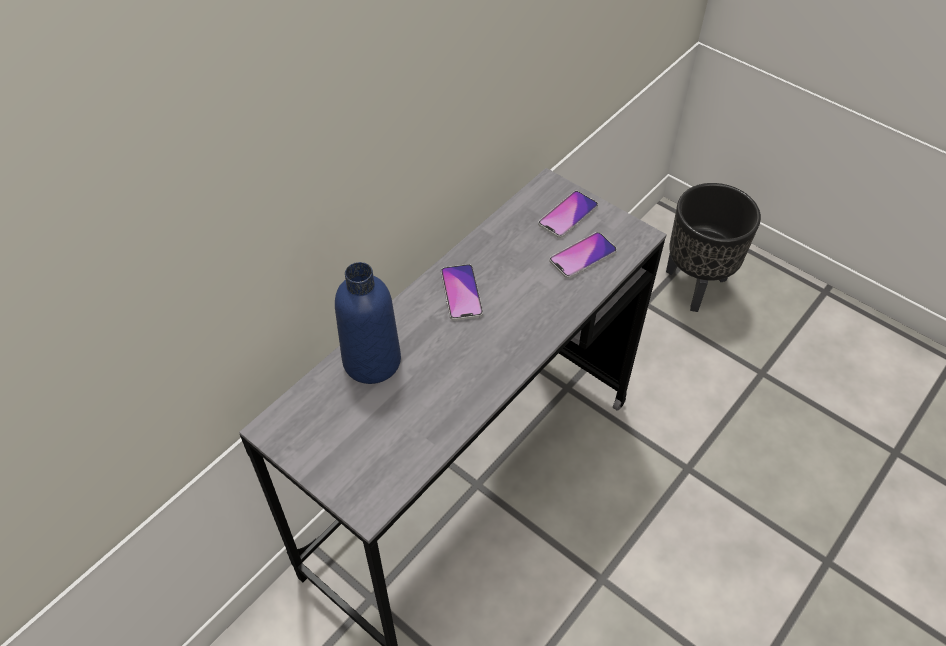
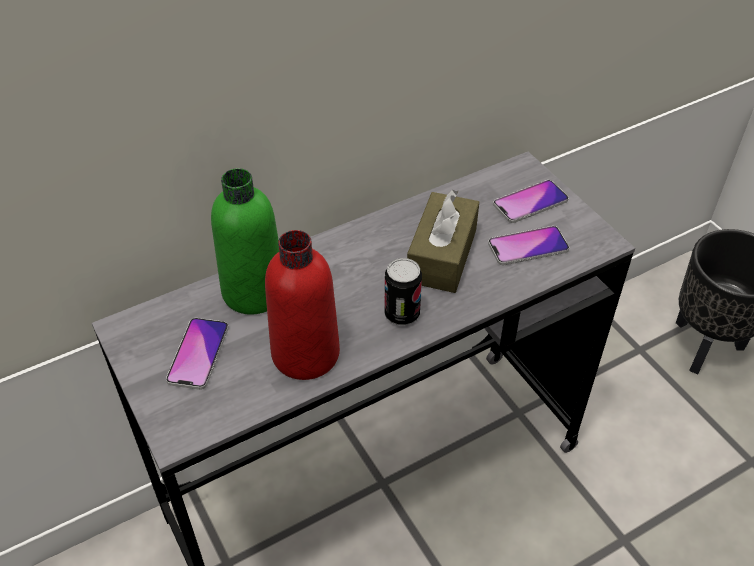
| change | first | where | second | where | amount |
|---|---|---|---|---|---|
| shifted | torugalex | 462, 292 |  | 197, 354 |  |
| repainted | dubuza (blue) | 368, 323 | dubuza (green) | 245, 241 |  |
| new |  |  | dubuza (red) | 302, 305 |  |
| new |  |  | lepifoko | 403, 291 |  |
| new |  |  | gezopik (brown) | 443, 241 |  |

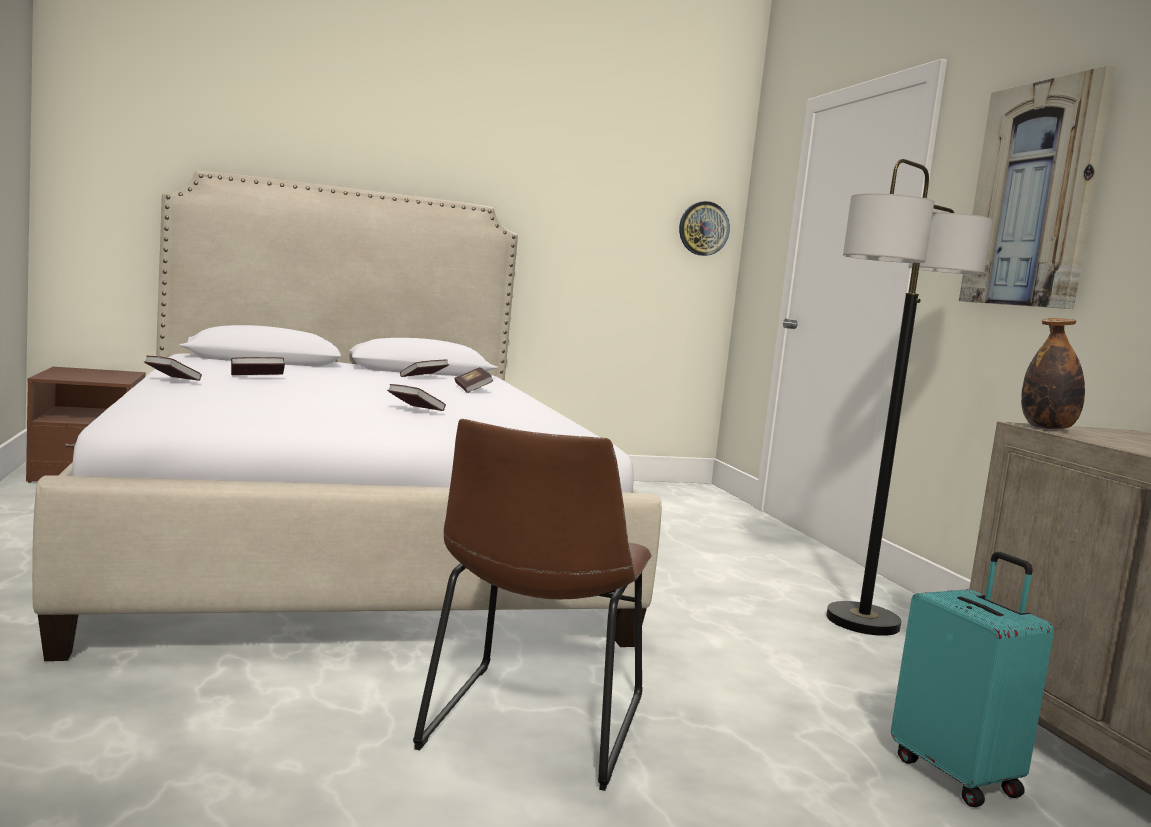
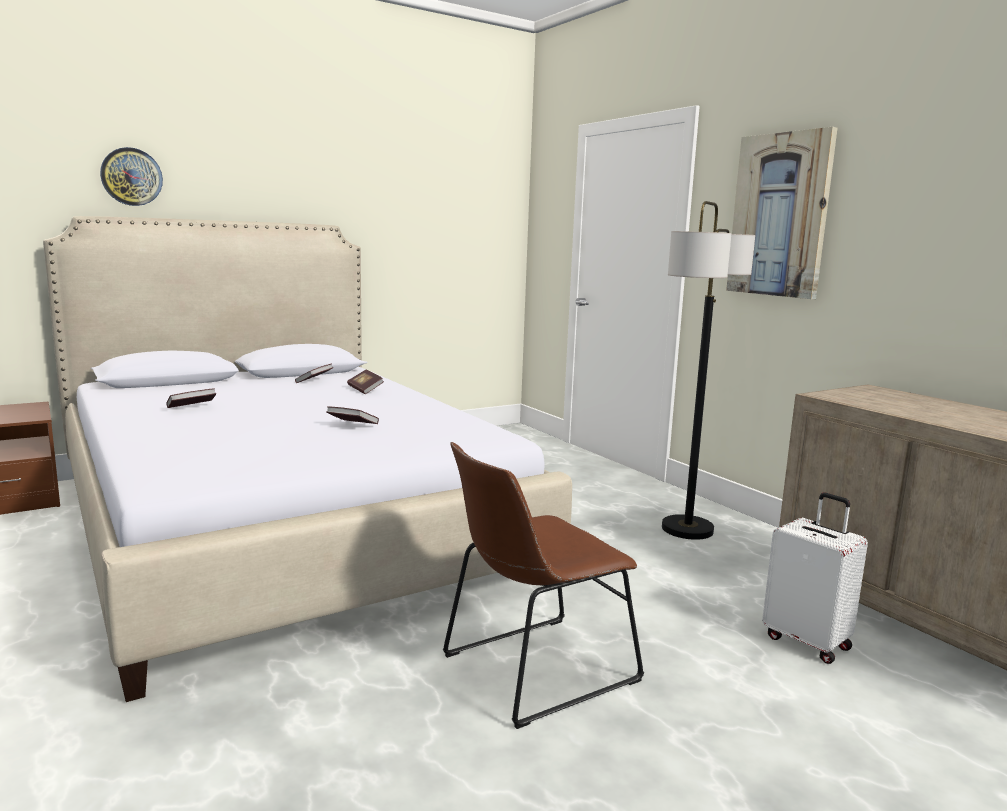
| change | first | where | second | where | amount |
|---|---|---|---|---|---|
| shifted | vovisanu | 704, 228 |  | 131, 176 |  |
| rotated | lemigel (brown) | 532, 605 |  | 543, 585 | 60 degrees clockwise |
| repainted | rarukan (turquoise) | 972, 679 | rarukan (white) | 815, 578 |  |
| gone | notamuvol | 173, 368 |  |  |  |
| gone | dubuza | 1053, 374 |  |  |  |

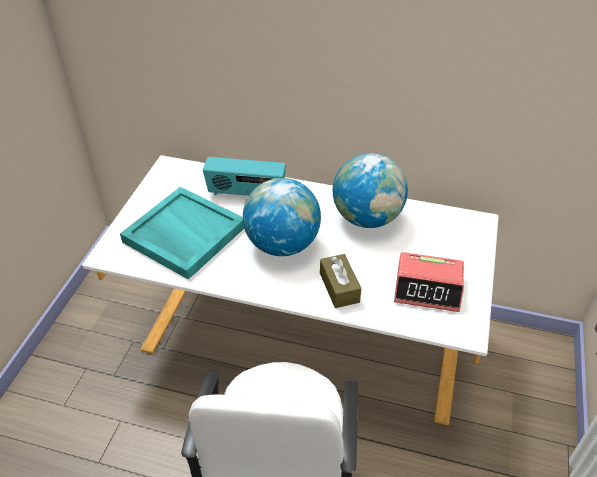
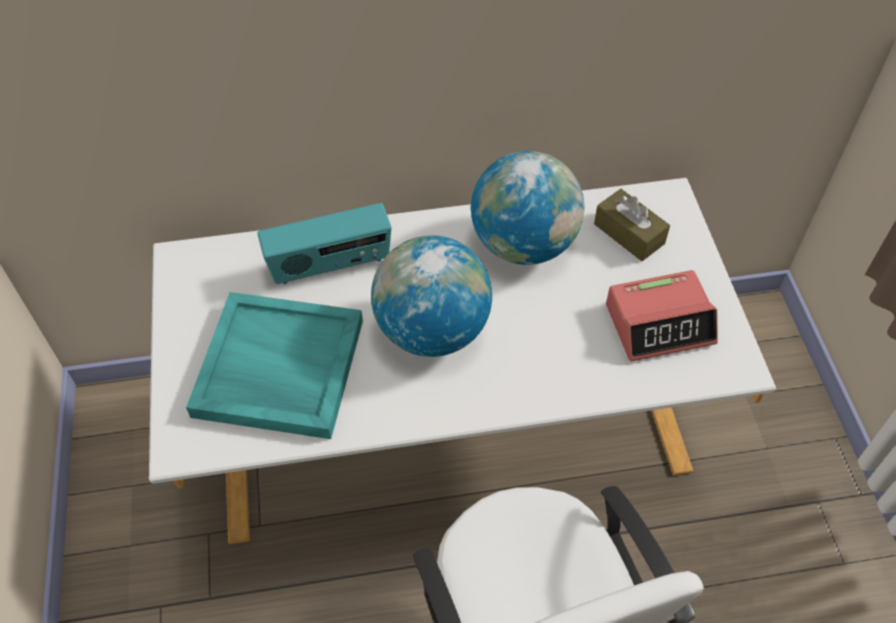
| change | first | where | second | where | amount |
|---|---|---|---|---|---|
| shifted | gezopik (brown) | 340, 281 |  | 632, 225 |  |

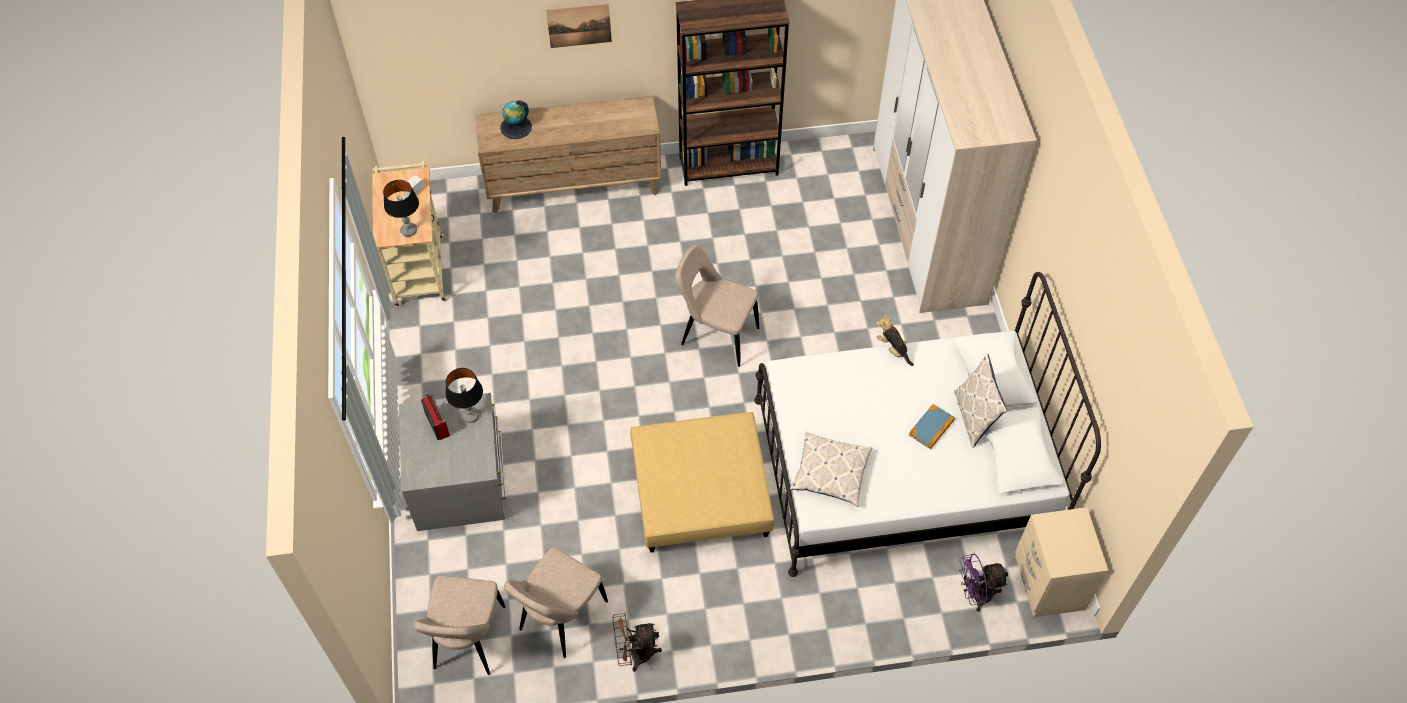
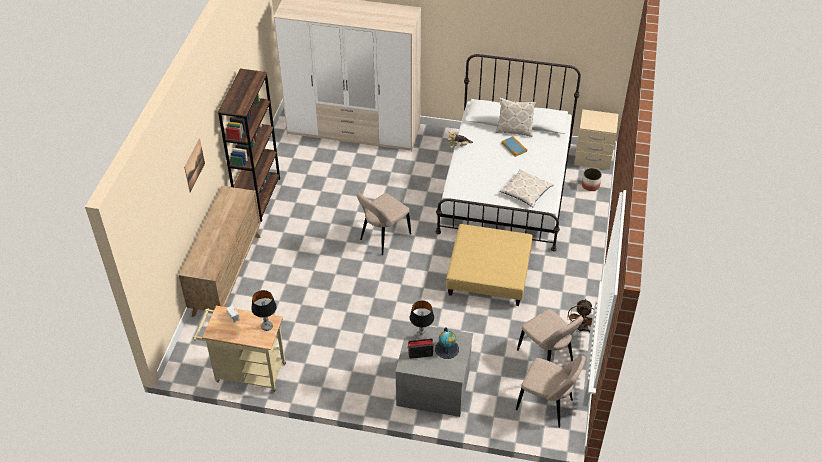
| change | first | where | second | where | amount |
|---|---|---|---|---|---|
| shifted | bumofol | 516, 119 |  | 447, 343 |  |
| swapped | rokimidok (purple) | 983, 583 | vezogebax | 592, 179 |  |

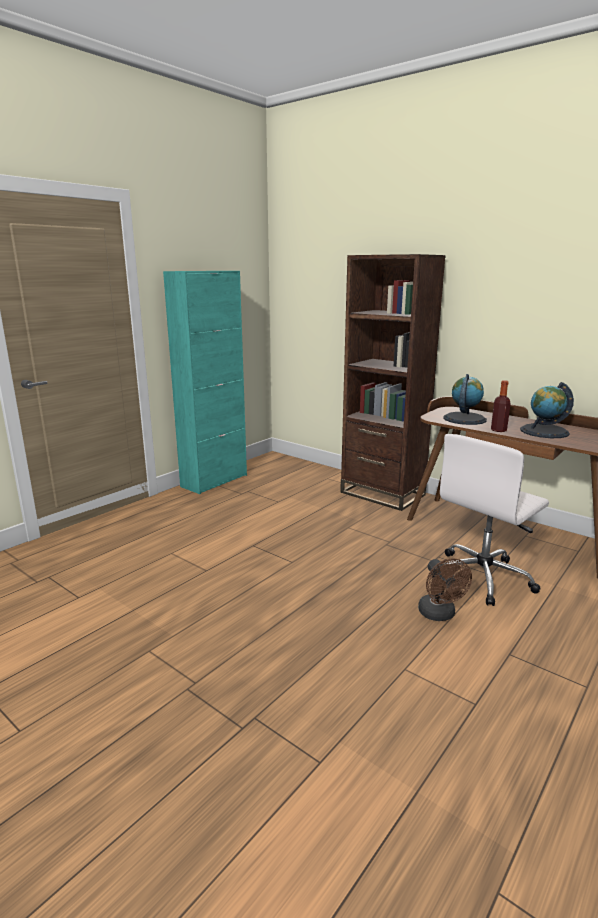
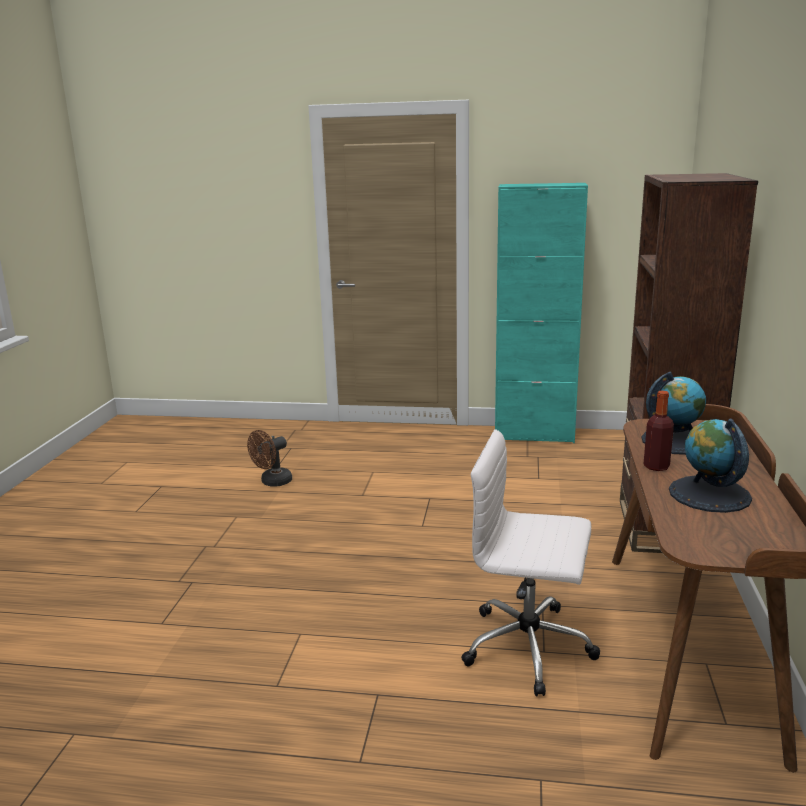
| change | first | where | second | where | amount |
|---|---|---|---|---|---|
| shifted | rokimidok (brown) | 445, 590 |  | 269, 458 |  |

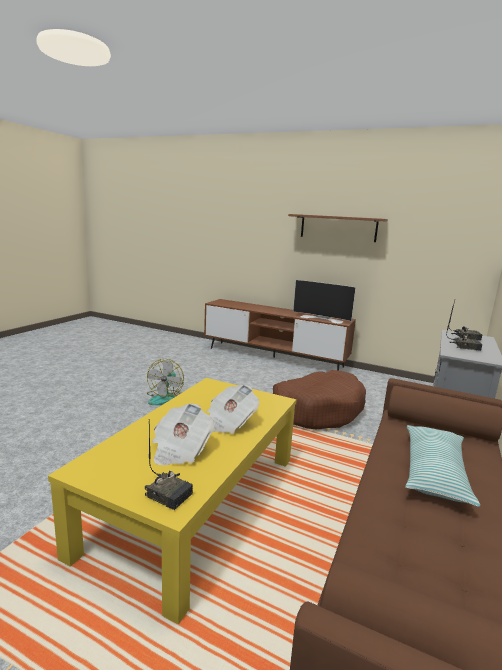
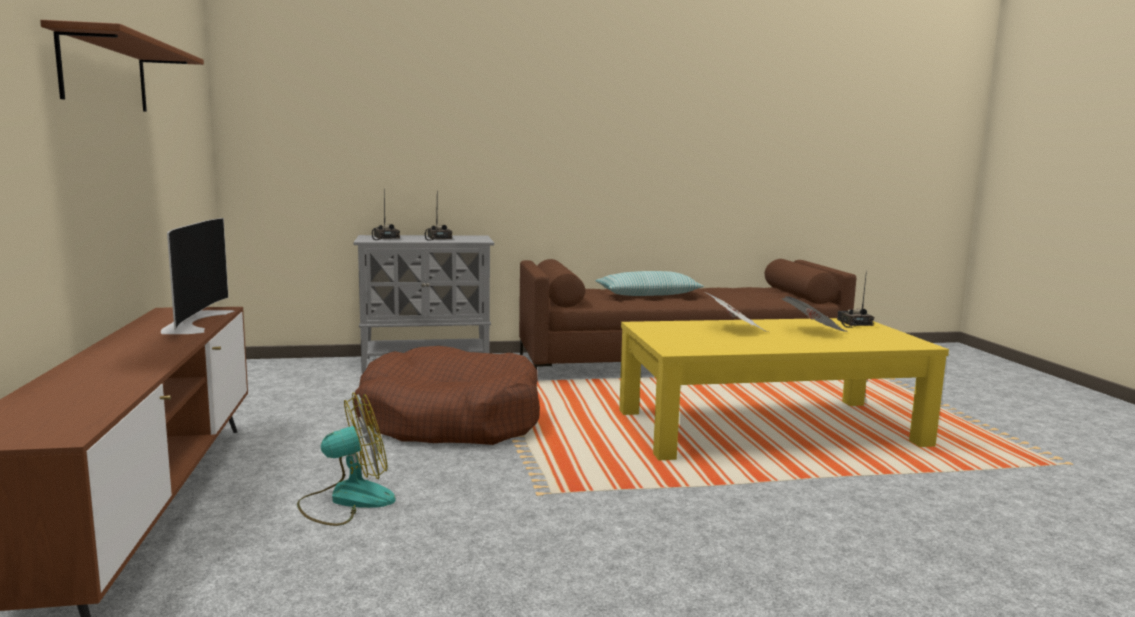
| change | first | where | second | where | amount |
|---|---|---|---|---|---|
| shifted | rokimidok | 165, 382 |  | 346, 459 |  |

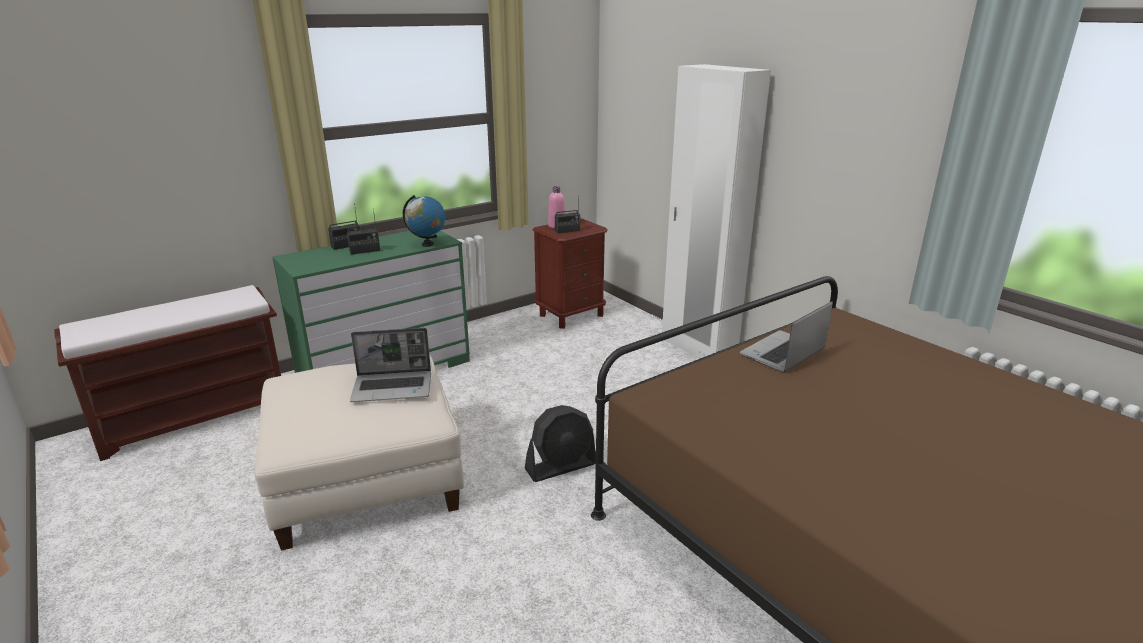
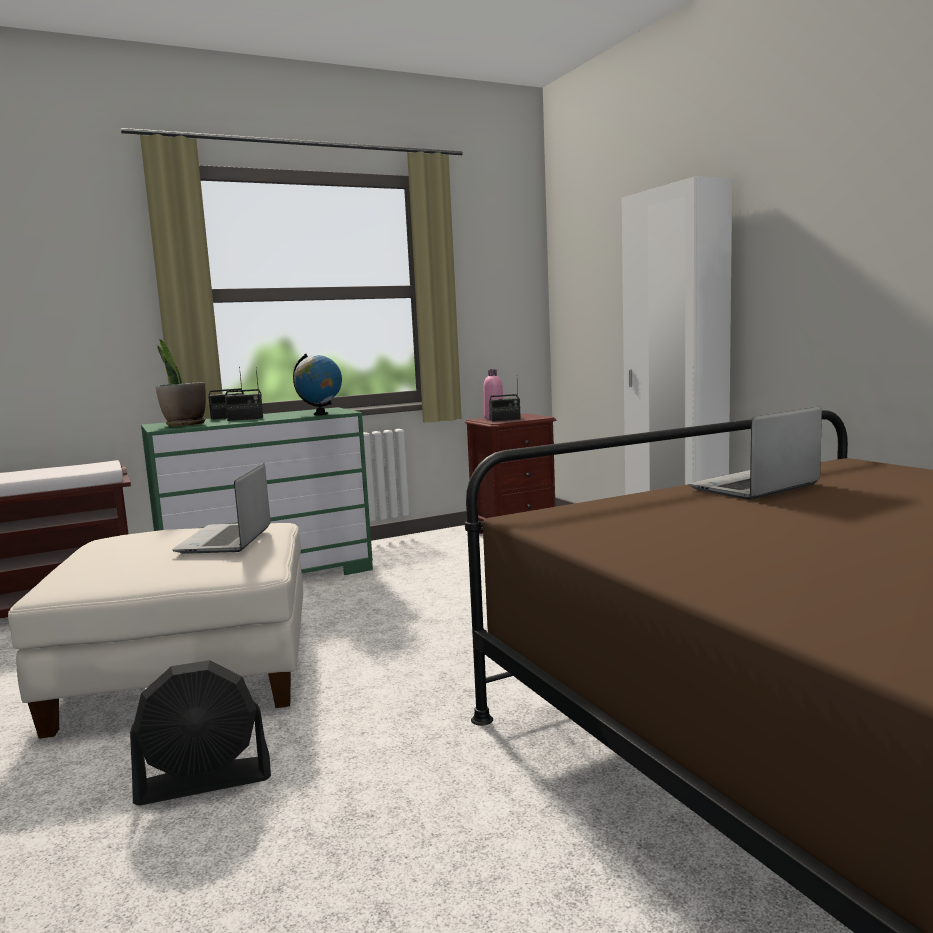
| change | first | where | second | where | amount |
|---|---|---|---|---|---|
| shifted | rokimidok (black) | 560, 443 |  | 200, 732 |  |
| new |  |  | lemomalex | 180, 382 |  |
| rotated | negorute | 390, 365 |  | 221, 508 | 90 degrees clockwise |

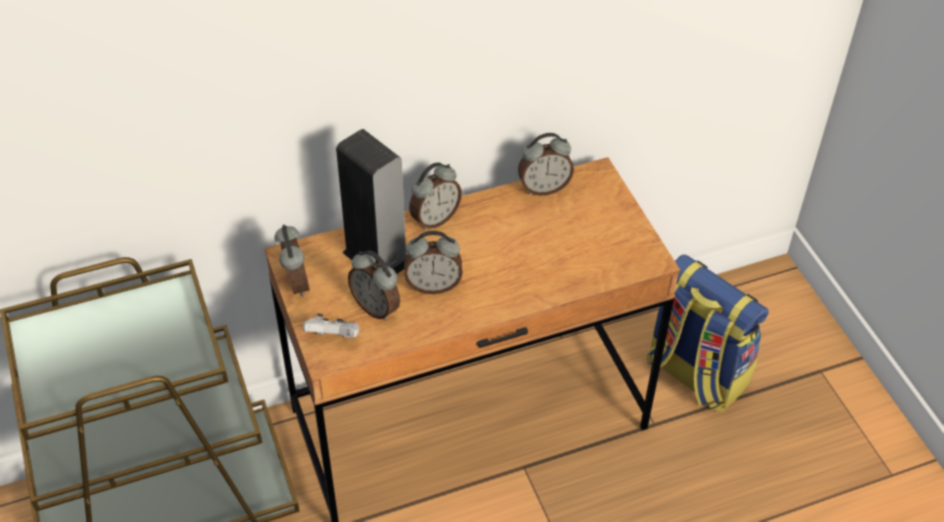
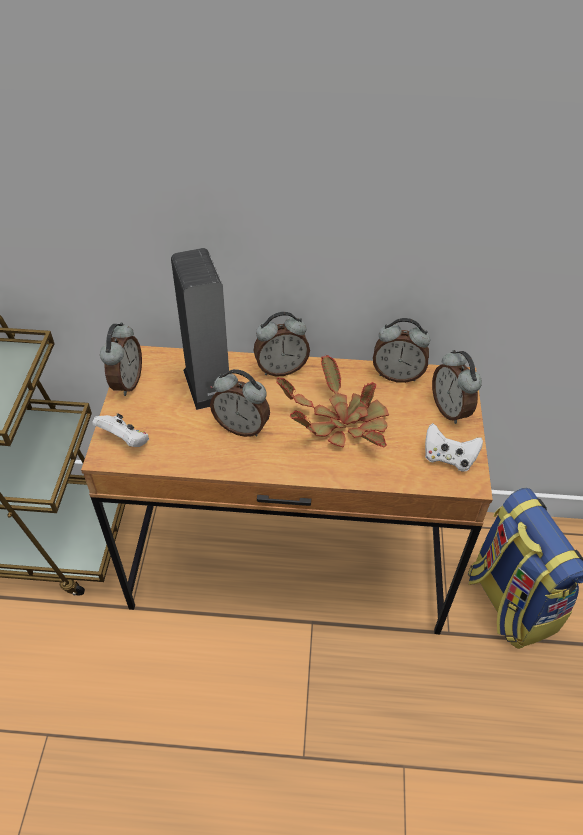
| change | first | where | second | where | amount |
|---|---|---|---|---|---|
| new |  |  | lemomalex | 332, 400 |  |
| new |  |  | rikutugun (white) | 454, 447 |  |
| shifted | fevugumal | 374, 286 |  | 457, 387 |  |

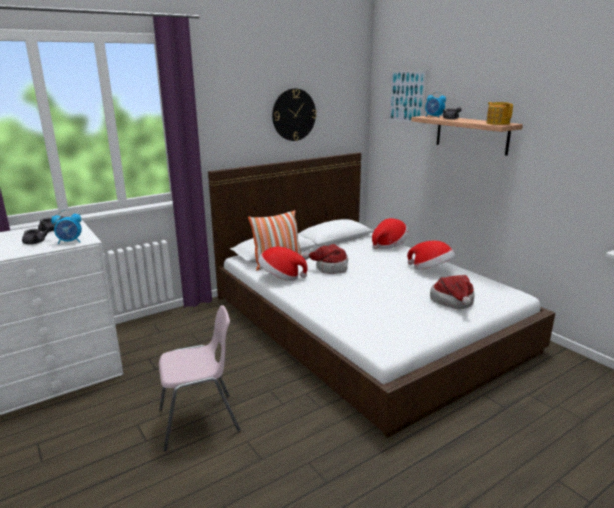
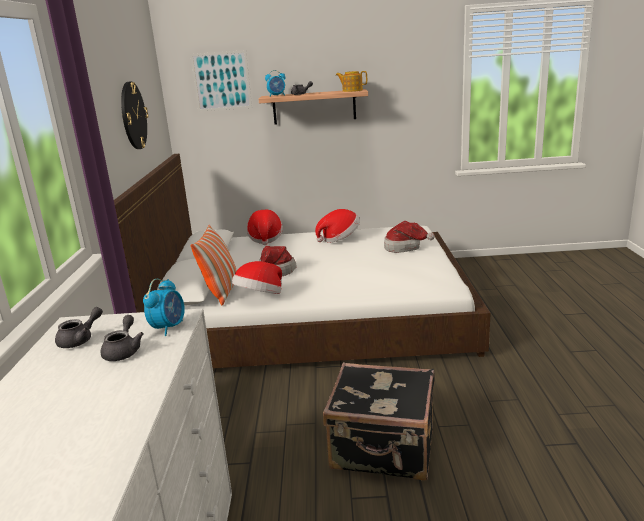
| change | first | where | second | where | amount |
|---|---|---|---|---|---|
| swapped | lemigel (pink) | 200, 378 | rarukan (black) | 379, 421 |  |

